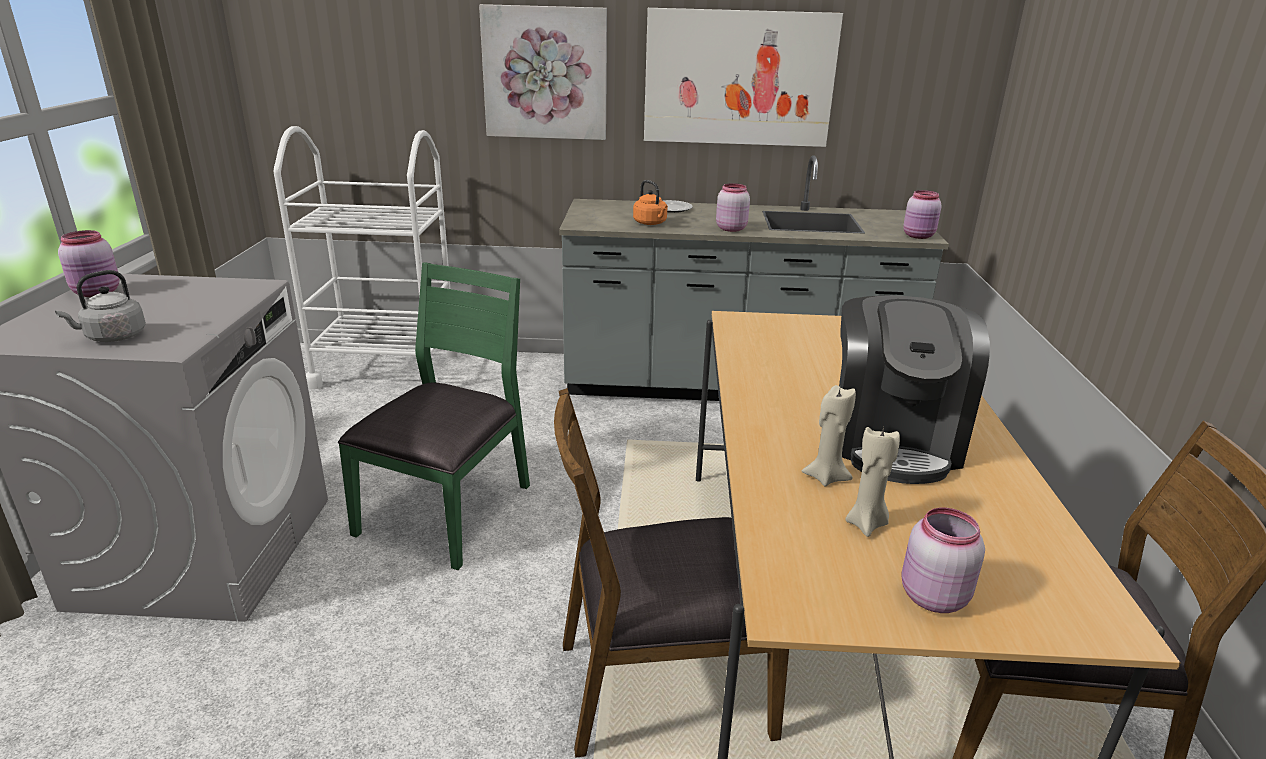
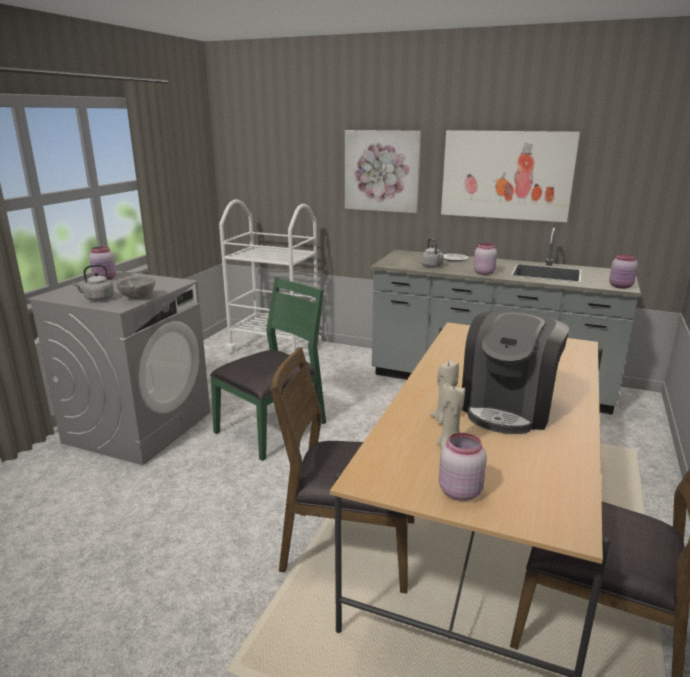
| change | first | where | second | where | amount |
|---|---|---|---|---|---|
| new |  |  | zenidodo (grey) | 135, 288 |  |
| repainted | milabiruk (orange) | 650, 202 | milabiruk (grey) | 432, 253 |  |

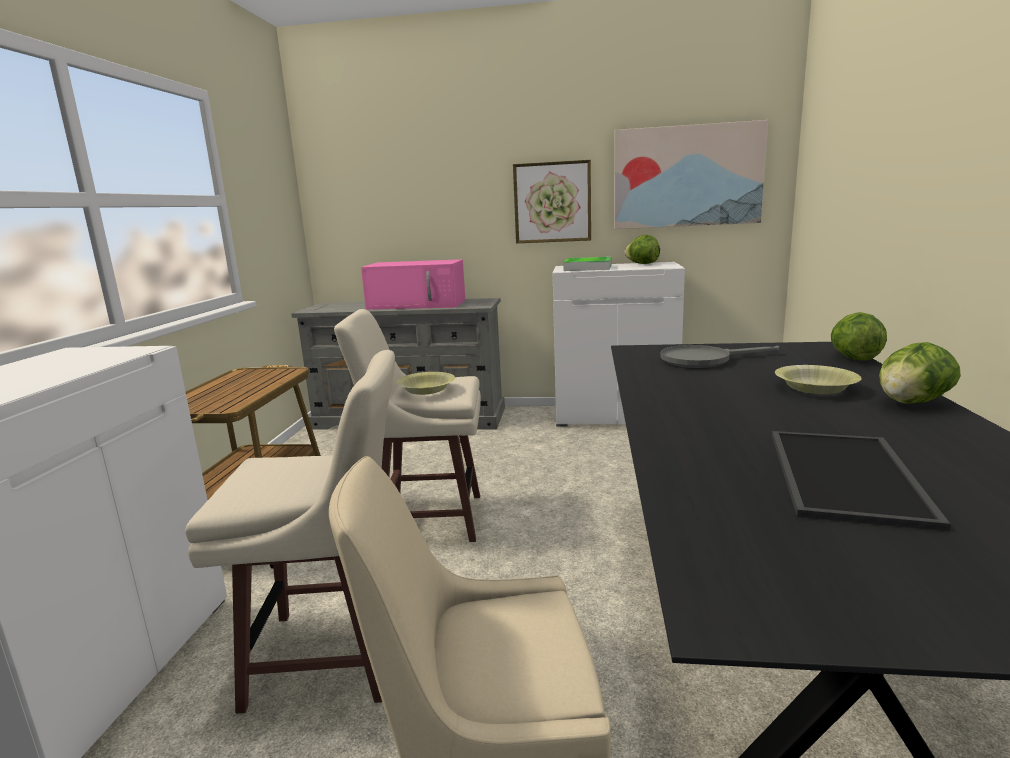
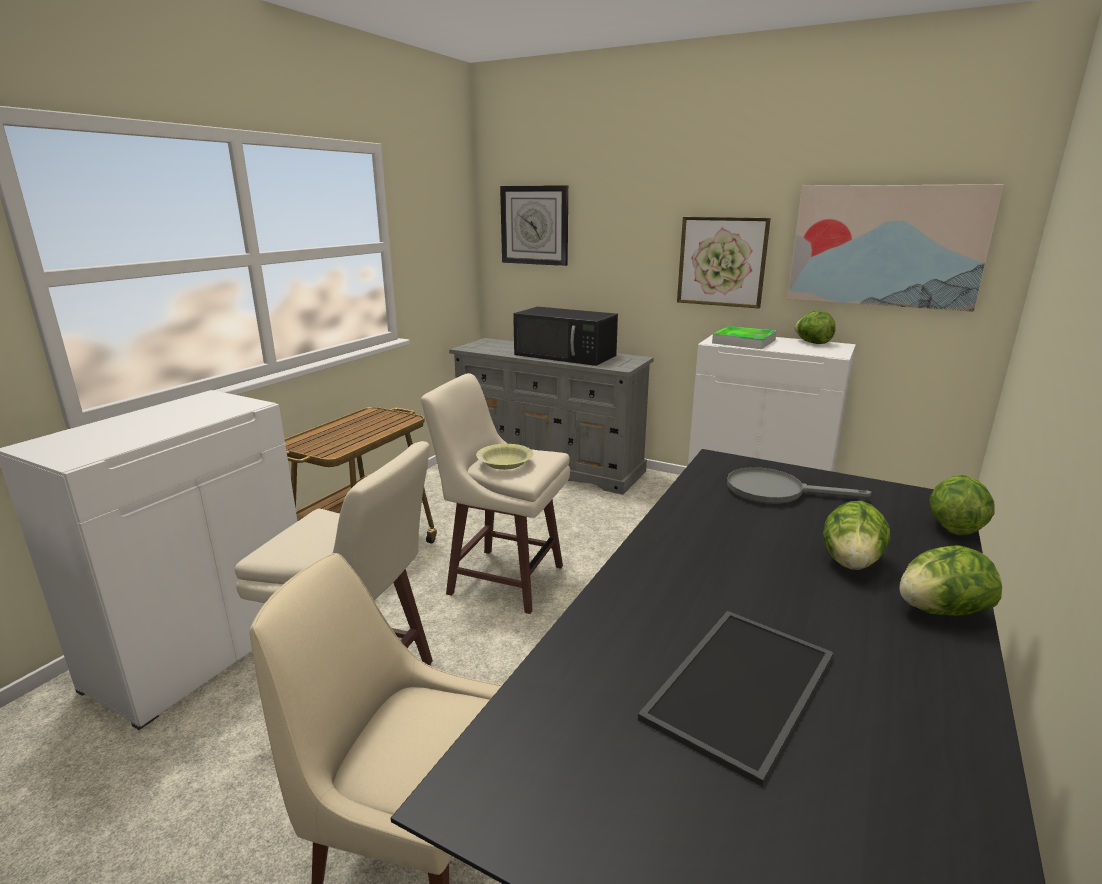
| change | first | where | second | where | amount |
|---|---|---|---|---|---|
| new |  |  | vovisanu | 534, 225 |  |
| repainted | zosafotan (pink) | 413, 284 | zosafotan (black) | 565, 336 |  |
| swapped | zenidodo (yellow) | 818, 379 | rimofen | 857, 535 |  |

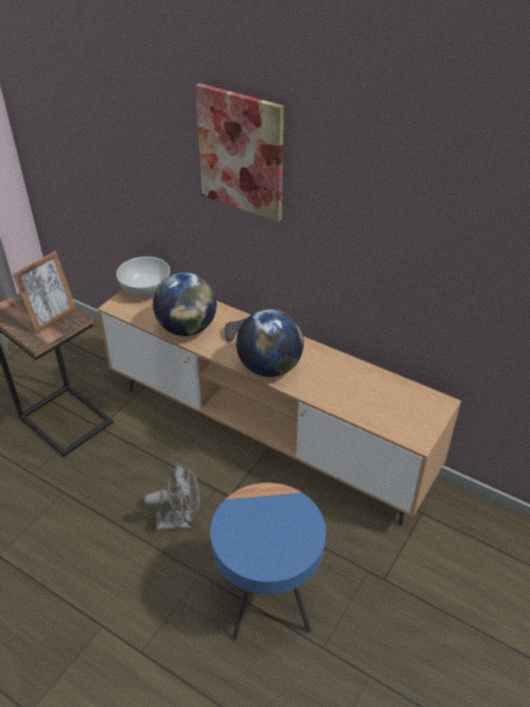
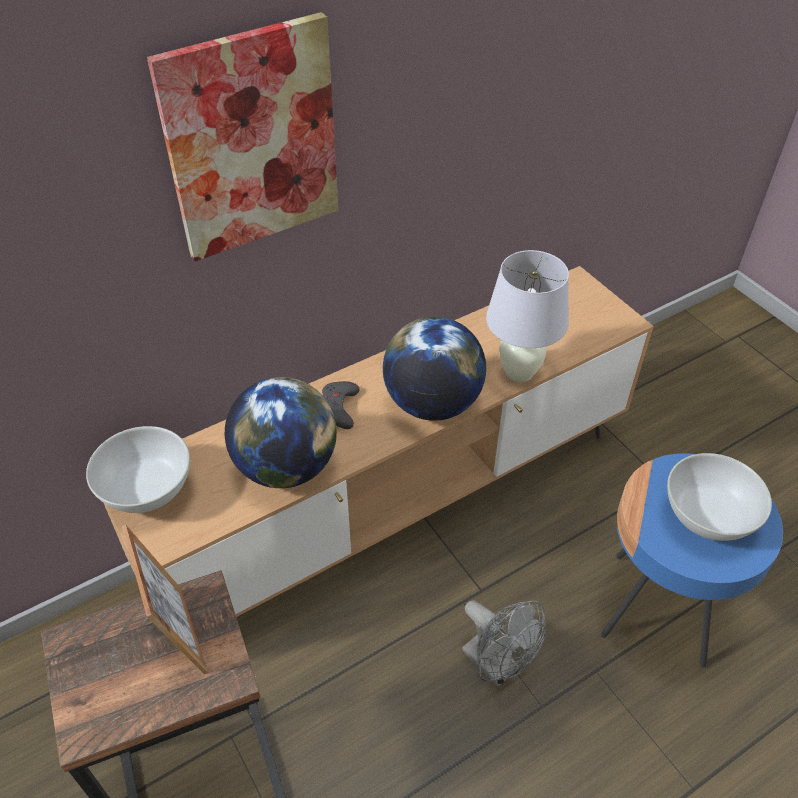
| change | first | where | second | where | amount |
|---|---|---|---|---|---|
| rotated | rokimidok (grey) | 172, 496 |  | 504, 643 | 120 degrees clockwise |
| new |  |  | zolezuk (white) | 527, 316 |  |
| new |  |  | zenidodo (white) | 719, 497 |  |

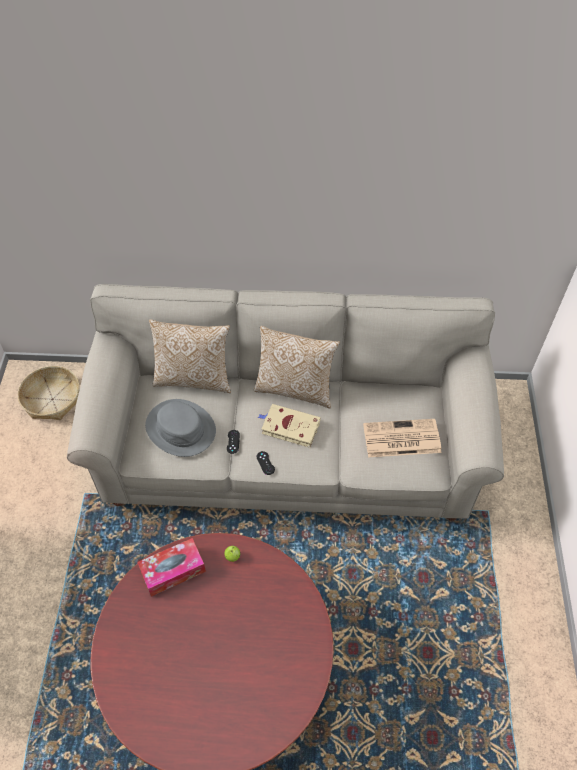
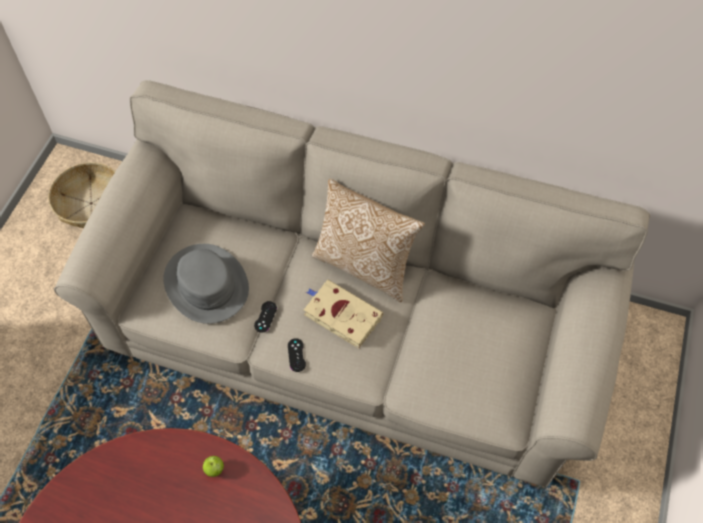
| change | first | where | second | where | amount |
|---|---|---|---|---|---|
| gone | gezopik | 171, 567 |  |  |  |
| gone | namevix | 190, 356 |  |  |  |
| gone | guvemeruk | 402, 438 |  |  |  |

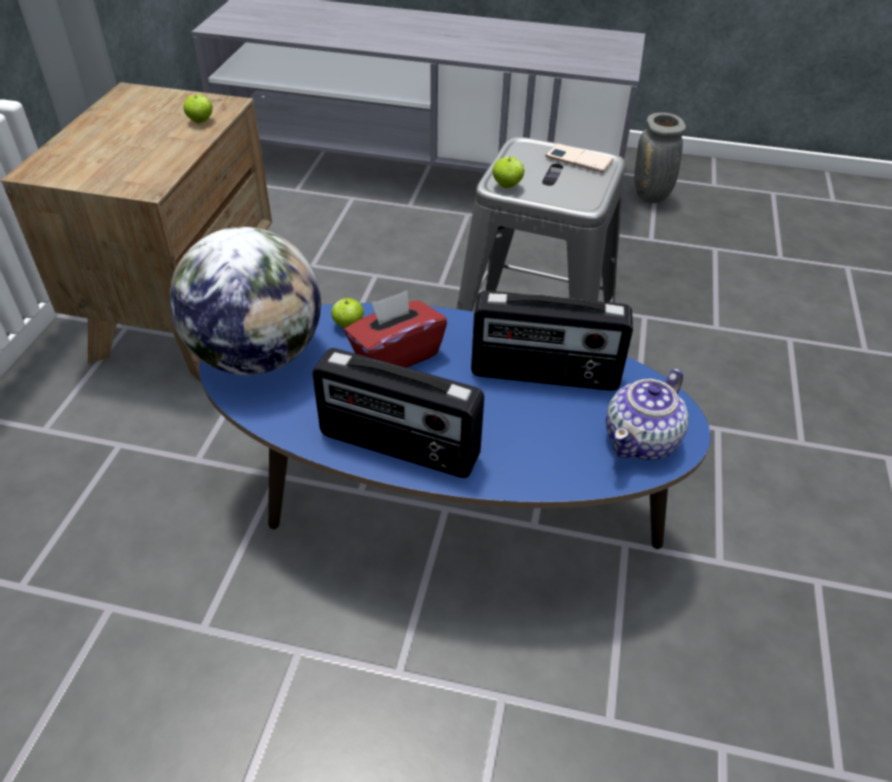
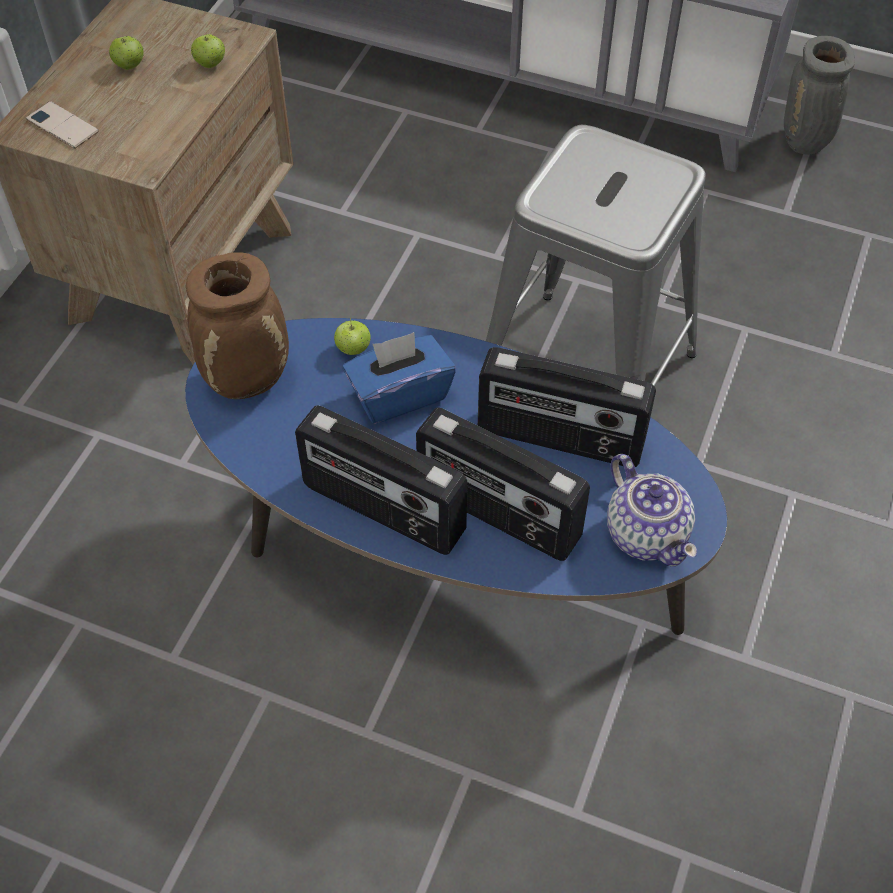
| change | first | where | second | where | amount |
|---|---|---|---|---|---|
| shifted | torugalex | 579, 157 |  | 62, 125 |  |
| shifted | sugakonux | 508, 172 |  | 126, 53 |  |
| swapped | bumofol | 245, 301 | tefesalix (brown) | 237, 325 |  |
| repainted | gezopik (red) | 395, 329 | gezopik (blue) | 399, 378 |  |
| new |  |  | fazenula | 503, 484 |  |
| rotated | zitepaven | 647, 414 |  | 652, 510 | 75 degrees counterclockwise |

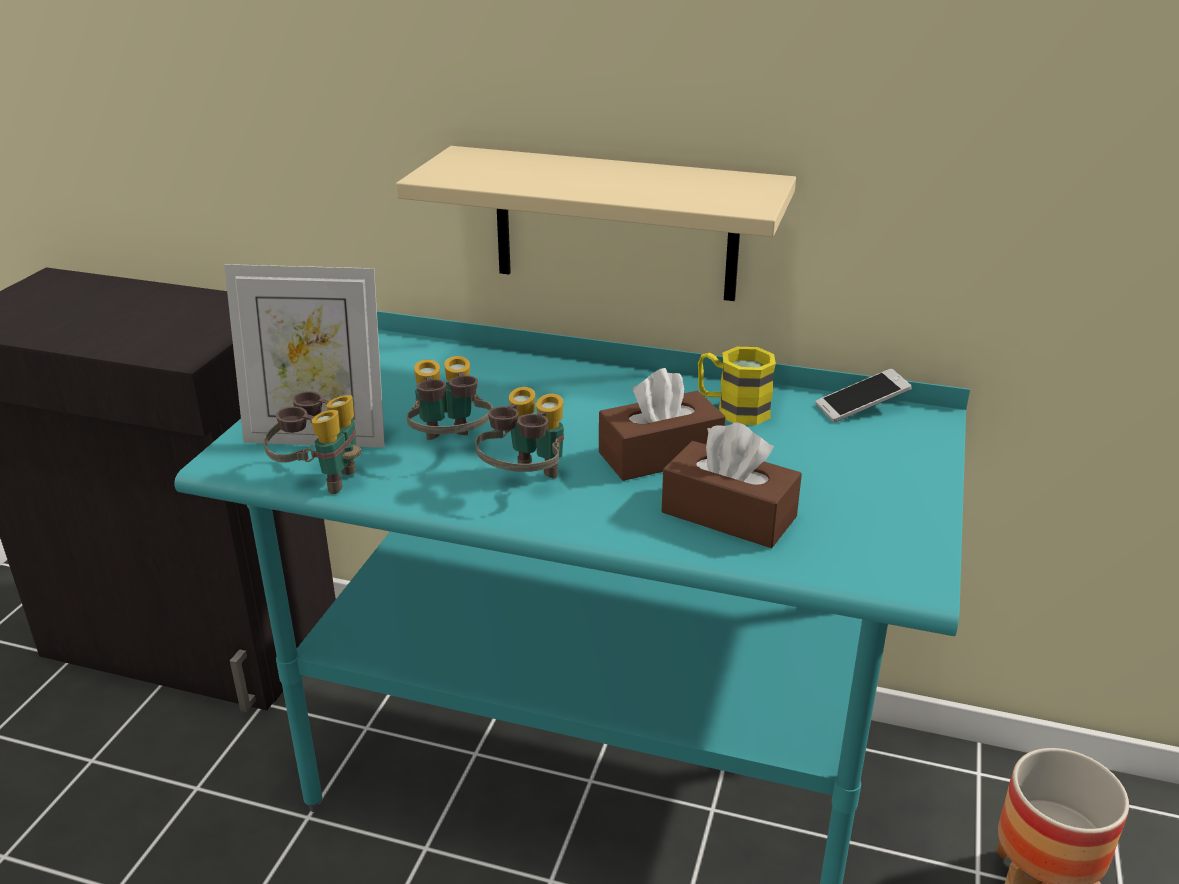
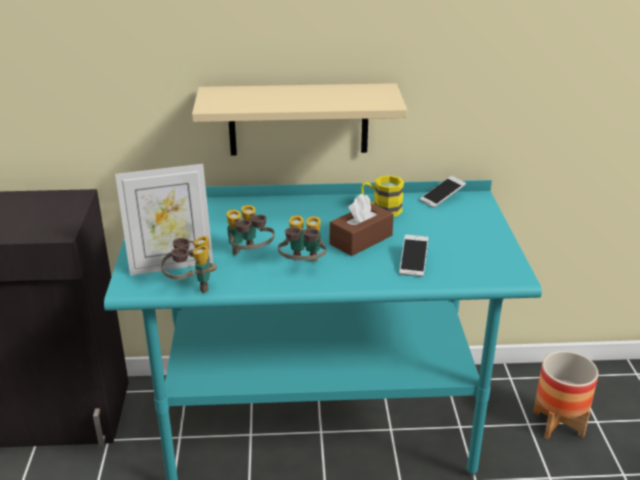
| change | first | where | second | where | amount |
|---|---|---|---|---|---|
| swapped | gezopik (brown) | 732, 485 | torugalex | 414, 256 |  |

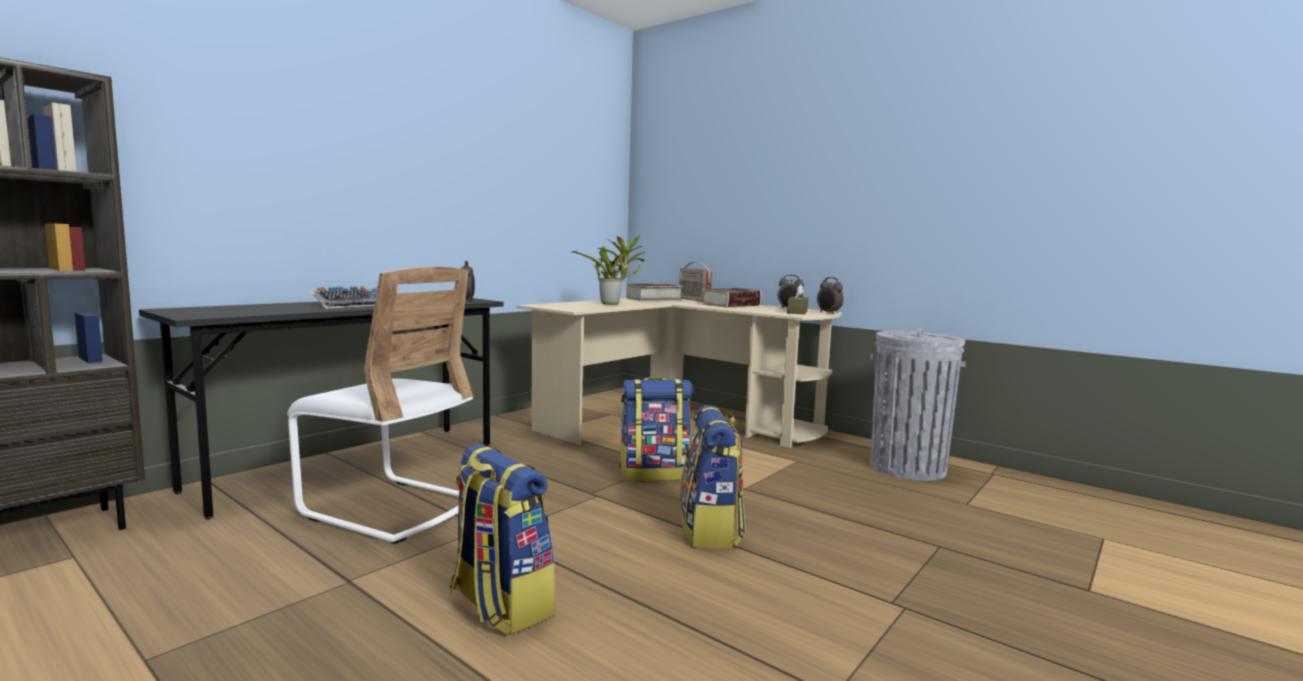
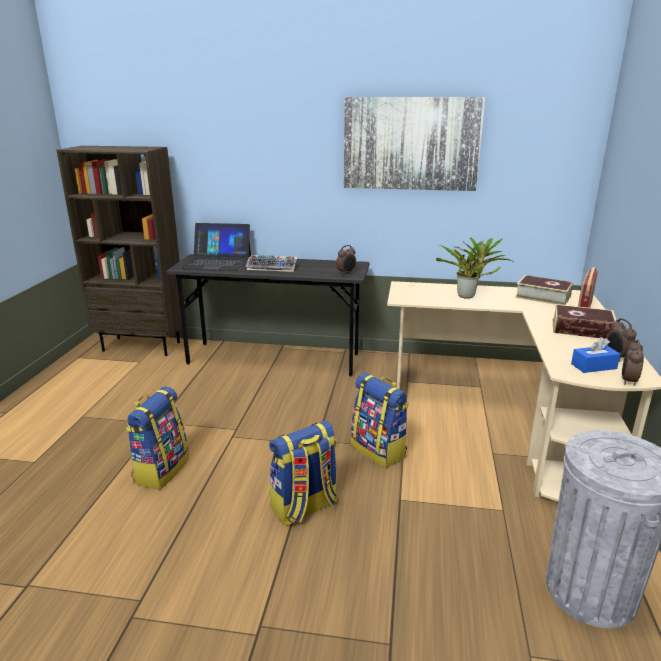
| change | first | where | second | where | amount |
|---|---|---|---|---|---|
| new |  |  | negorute | 216, 247 |  |
| new |  |  | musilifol | 414, 144 |  |
| repainted | gezopik (brown) | 797, 299 | gezopik (blue) | 596, 355 |  |
| gone | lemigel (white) | 380, 405 |  |  |  |

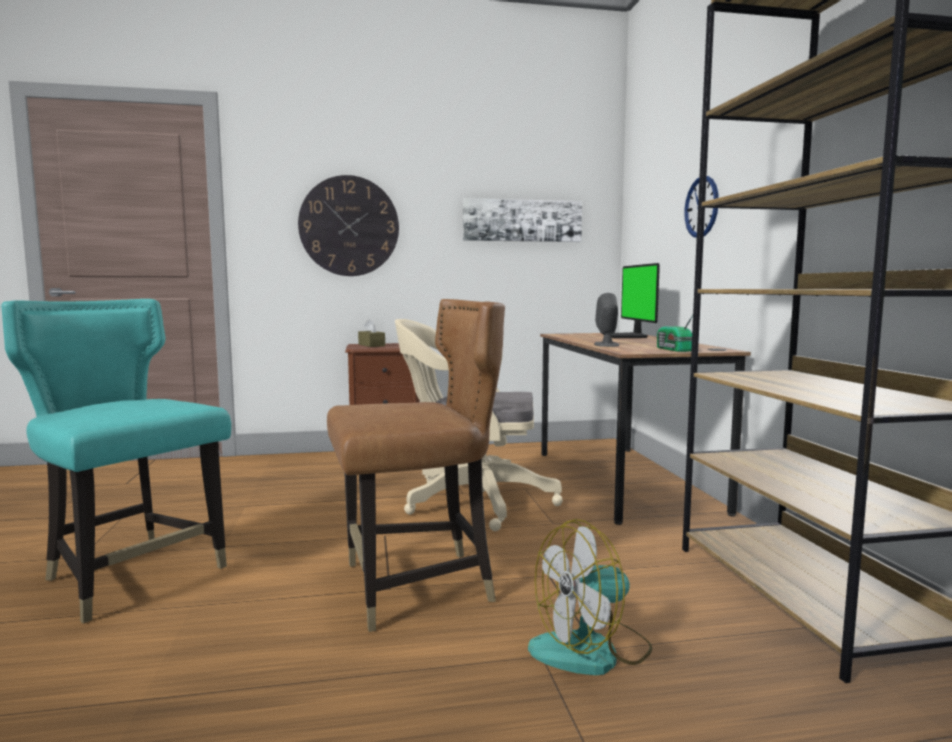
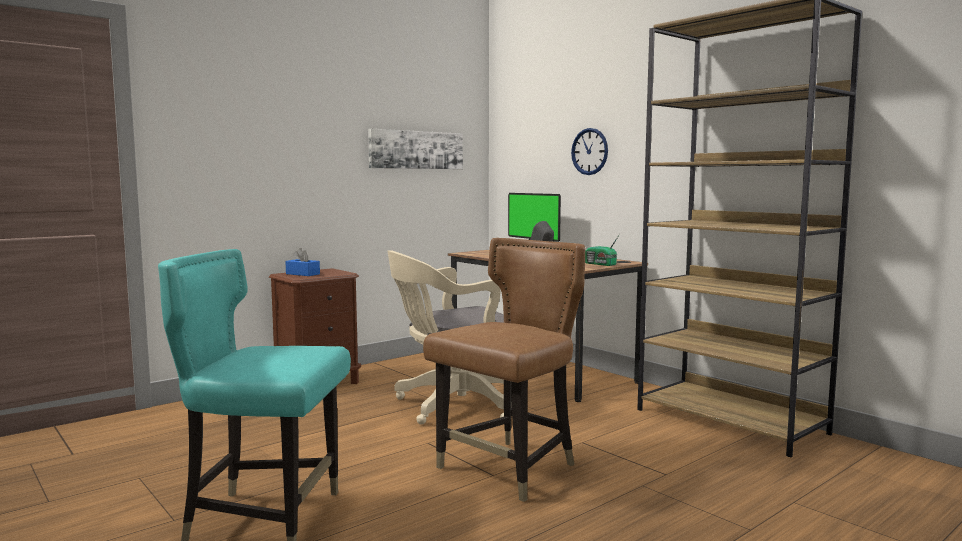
| change | first | where | second | where | amount |
|---|---|---|---|---|---|
| repainted | gezopik (brown) | 371, 333 | gezopik (blue) | 302, 262 |  |
| gone | vovisanu | 348, 225 |  |  |  |
| gone | rokimidok | 590, 597 |  |  |  |

